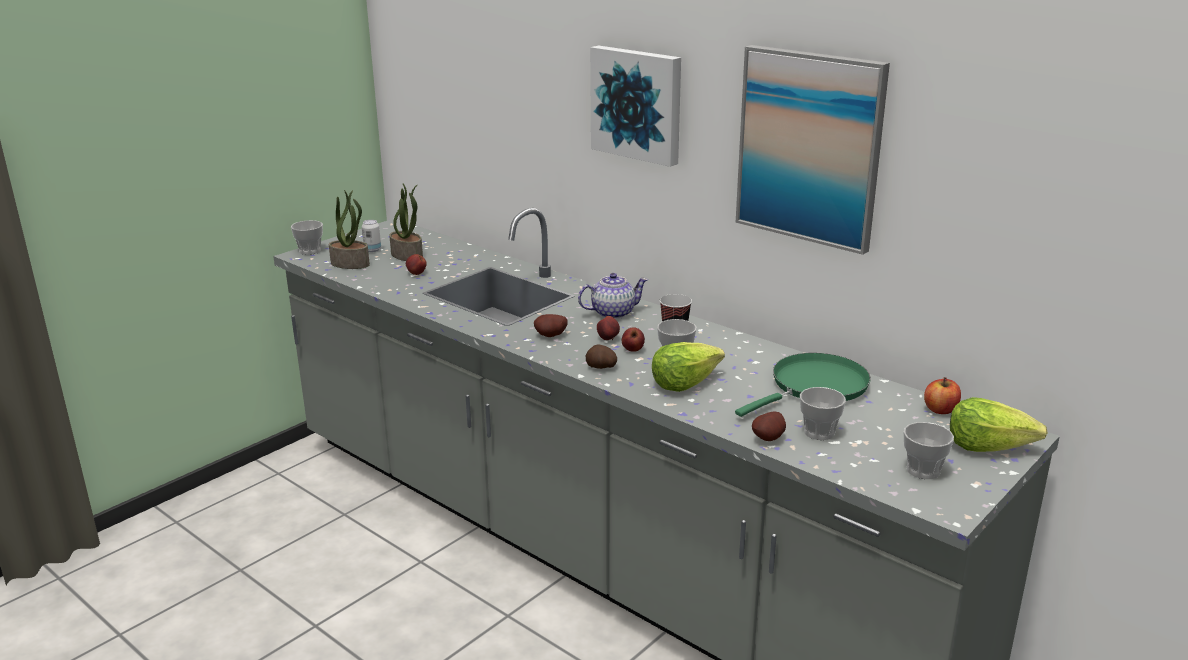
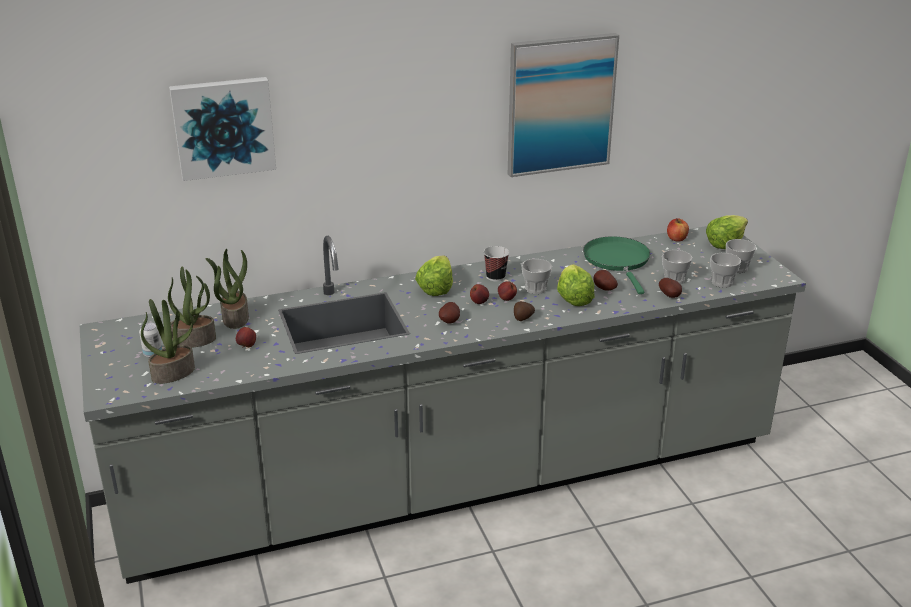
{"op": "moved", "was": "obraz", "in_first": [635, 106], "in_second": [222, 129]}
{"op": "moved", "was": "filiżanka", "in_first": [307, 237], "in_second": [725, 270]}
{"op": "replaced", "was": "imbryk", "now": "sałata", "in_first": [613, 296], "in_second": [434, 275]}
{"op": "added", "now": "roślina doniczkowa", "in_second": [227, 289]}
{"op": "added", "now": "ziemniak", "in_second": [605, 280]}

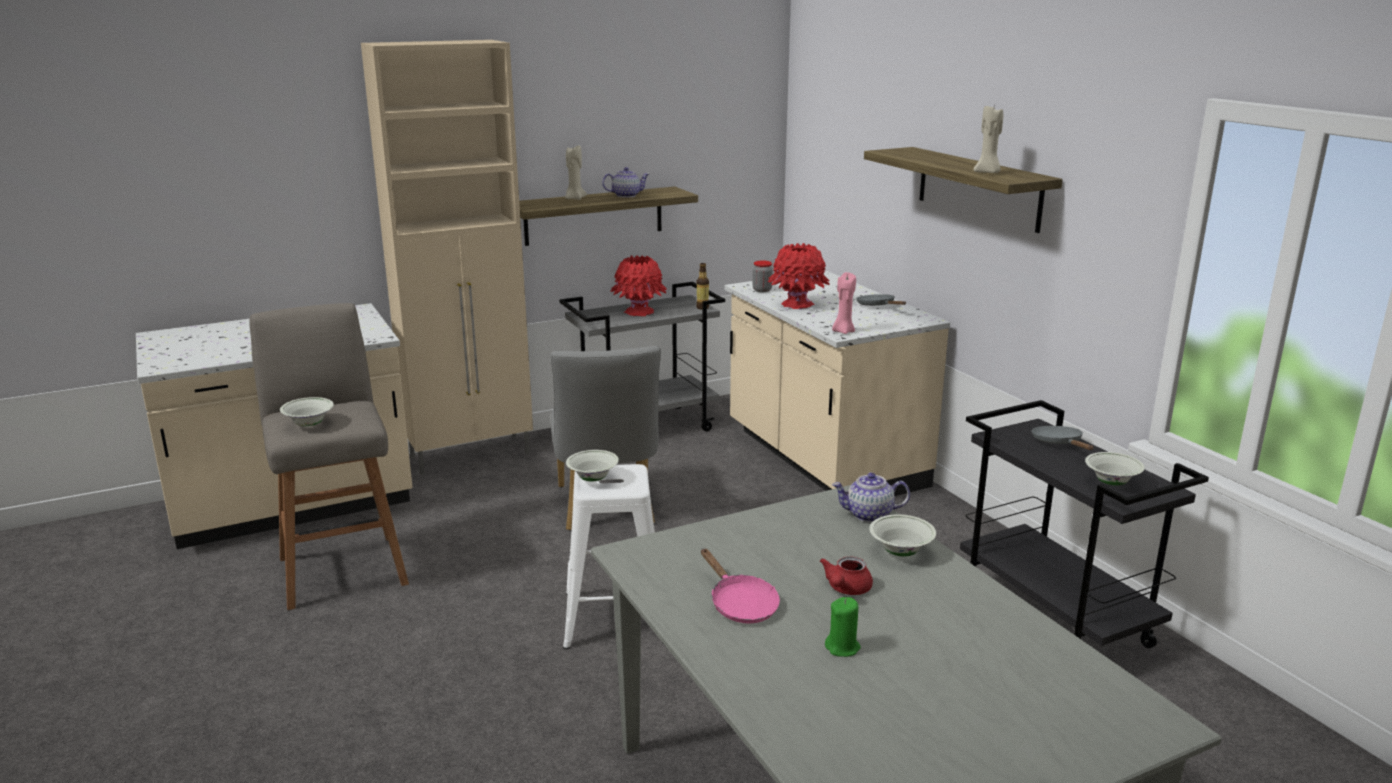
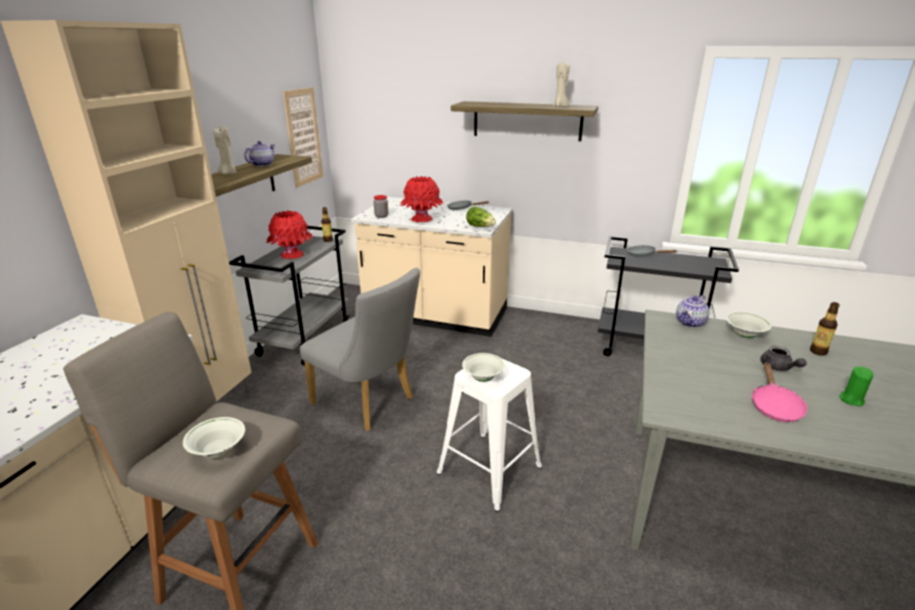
{"op": "replaced", "was": "świeca [różowy]", "now": "sałata", "in_first": [844, 303], "in_second": [481, 216]}
{"op": "removed", "was": "miska [biały]", "in_first": [1115, 469]}
{"op": "turned", "was": "patelnia [różowy]", "in_first": [740, 586], "in_second": [779, 392], "clockwise": 90}
{"op": "recoloured", "was": "imbryk [czerwony]", "now": "imbryk [szary]", "in_first": [846, 575], "in_second": [784, 358]}
{"op": "added", "now": "obraz", "in_second": [303, 137]}
{"op": "added", "now": "butelka", "in_second": [825, 329]}

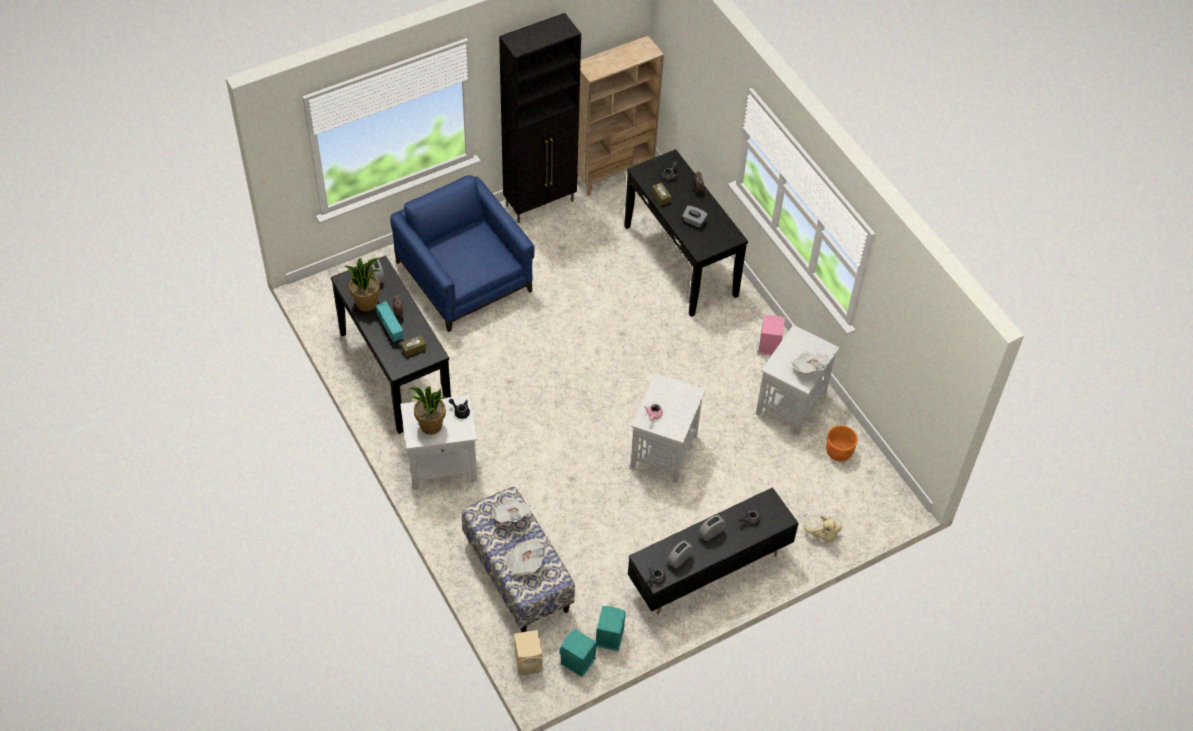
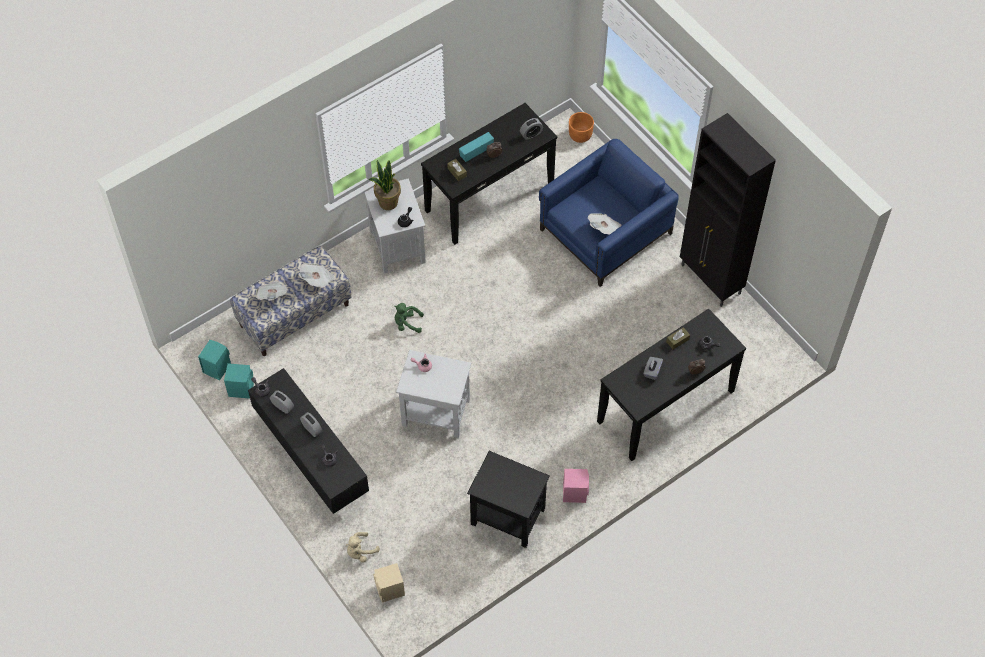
{"op": "removed", "was": "regał [beżowy]", "in_first": [620, 115]}
{"op": "removed", "was": "roślina doniczkowa", "in_first": [363, 284]}
{"op": "recoloured", "was": "stolik [biały]", "now": "stolik [czarny]", "in_first": [798, 380], "in_second": [508, 499]}
{"op": "moved", "was": "gazeta", "in_first": [811, 362], "in_second": [605, 224]}
{"op": "moved", "was": "donica [pomarańczowy]", "in_first": [842, 443], "in_second": [581, 127]}
{"op": "moved", "was": "głośnik [beżowy]", "in_first": [528, 652], "in_second": [389, 583]}
{"op": "added", "now": "pluszak [zielony]", "in_second": [409, 318]}

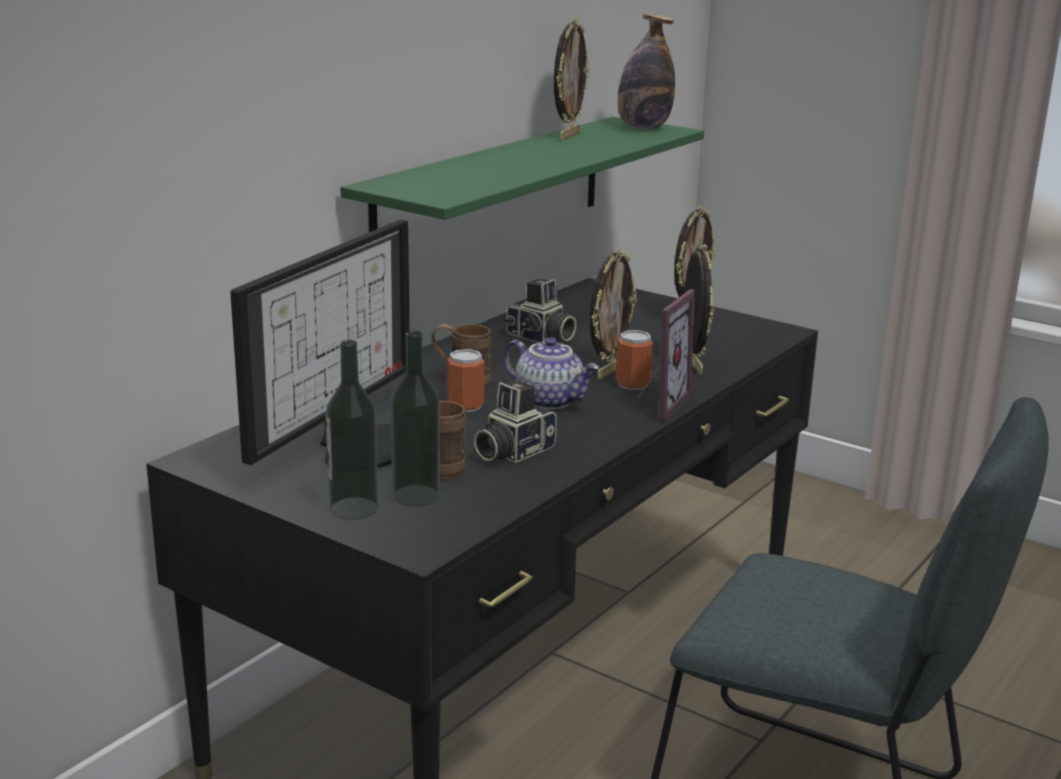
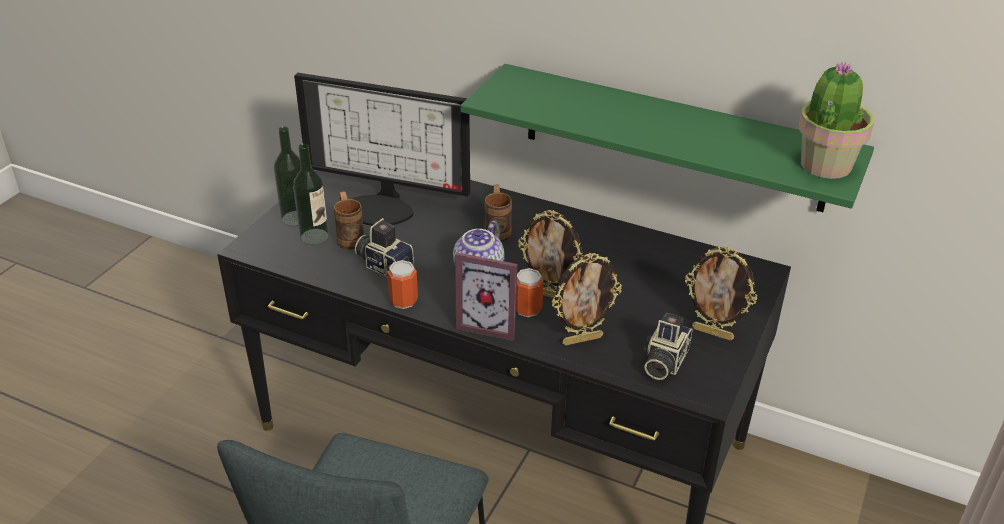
{"op": "replaced", "was": "butelka", "now": "roślina doniczkowa", "in_first": [646, 72], "in_second": [836, 120]}
{"op": "removed", "was": "ramka na zdjęcie", "in_first": [571, 79]}
{"op": "moved", "was": "aparat fotograficzny", "in_first": [540, 310], "in_second": [668, 346]}
{"op": "moved", "was": "puszka", "in_first": [466, 380], "in_second": [402, 284]}

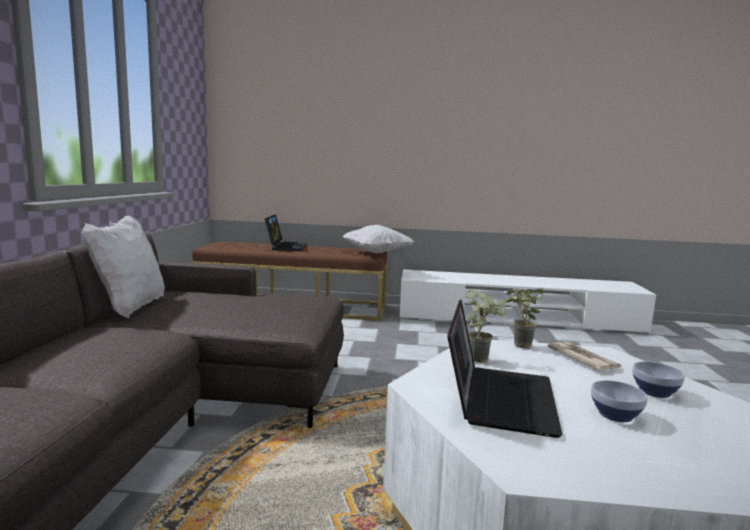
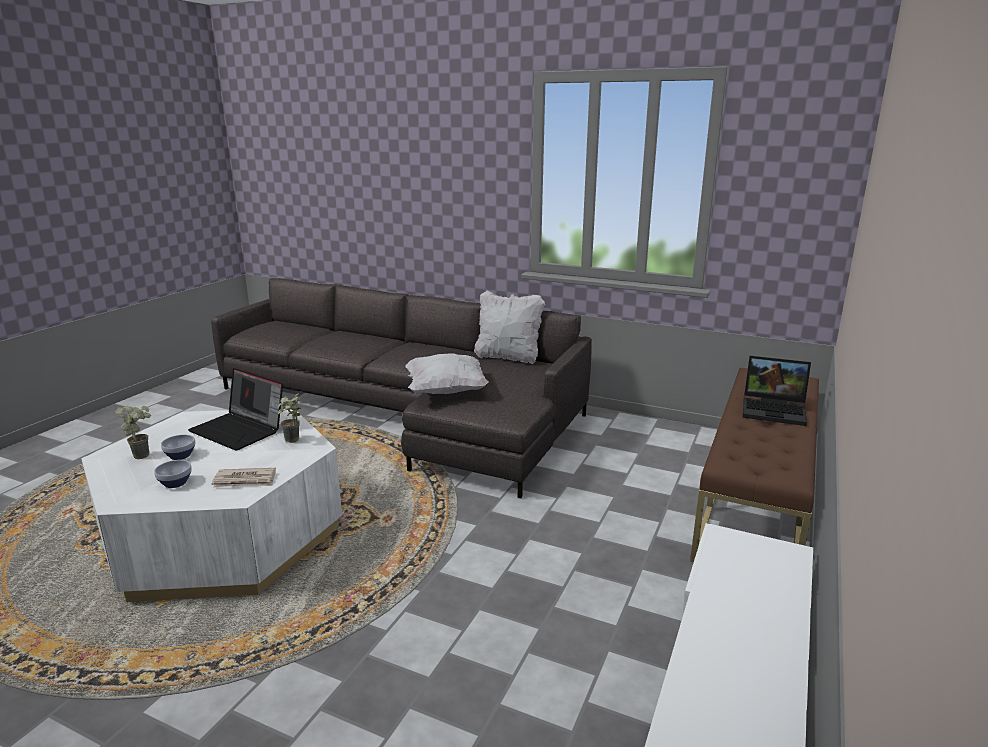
{"op": "moved", "was": "poduszka [biały]", "in_first": [378, 239], "in_second": [447, 373]}
{"op": "moved", "was": "roślina doniczkowa", "in_first": [524, 318], "in_second": [133, 432]}

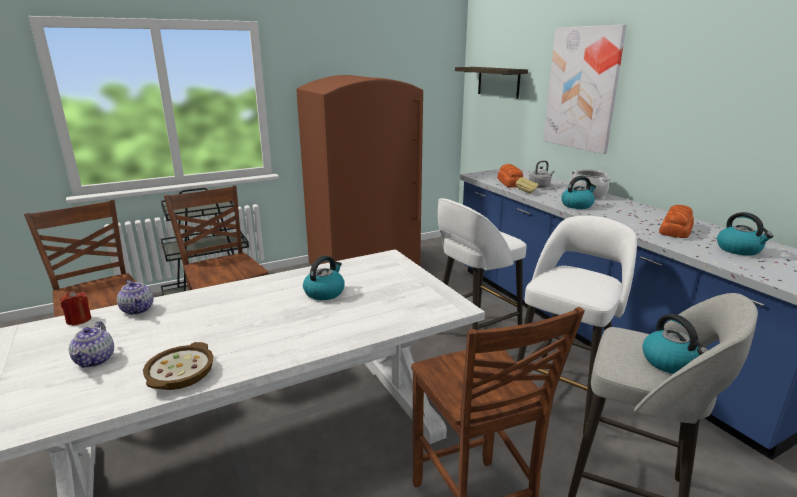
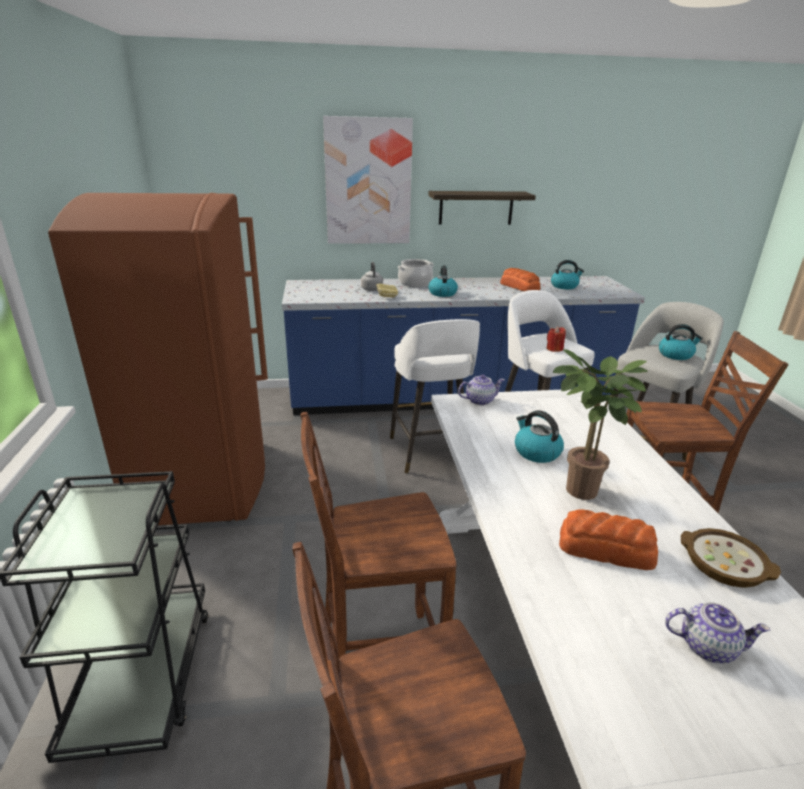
{"op": "moved", "was": "półka", "in_first": [491, 83], "in_second": [482, 208]}
{"op": "moved", "was": "chleb", "in_first": [510, 176], "in_second": [608, 539]}
{"op": "moved", "was": "imbryk", "in_first": [135, 297], "in_second": [481, 390]}
{"op": "moved", "was": "świeca [czerwony]", "in_first": [76, 308], "in_second": [556, 339]}
{"op": "added", "now": "roślina doniczkowa", "in_second": [600, 424]}

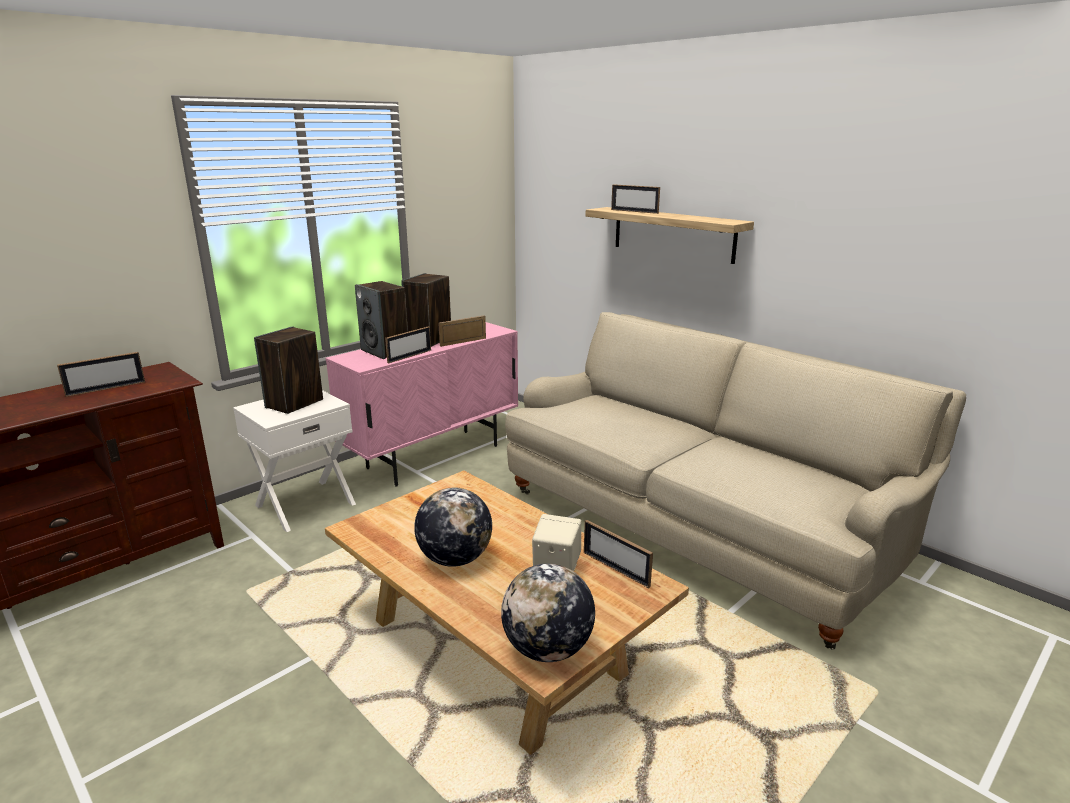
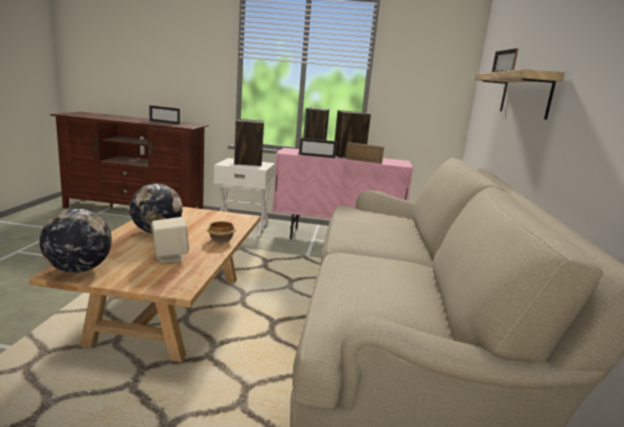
{"op": "removed", "was": "ramka na zdjęcie", "in_first": [618, 554]}
{"op": "added", "now": "miska", "in_second": [221, 232]}

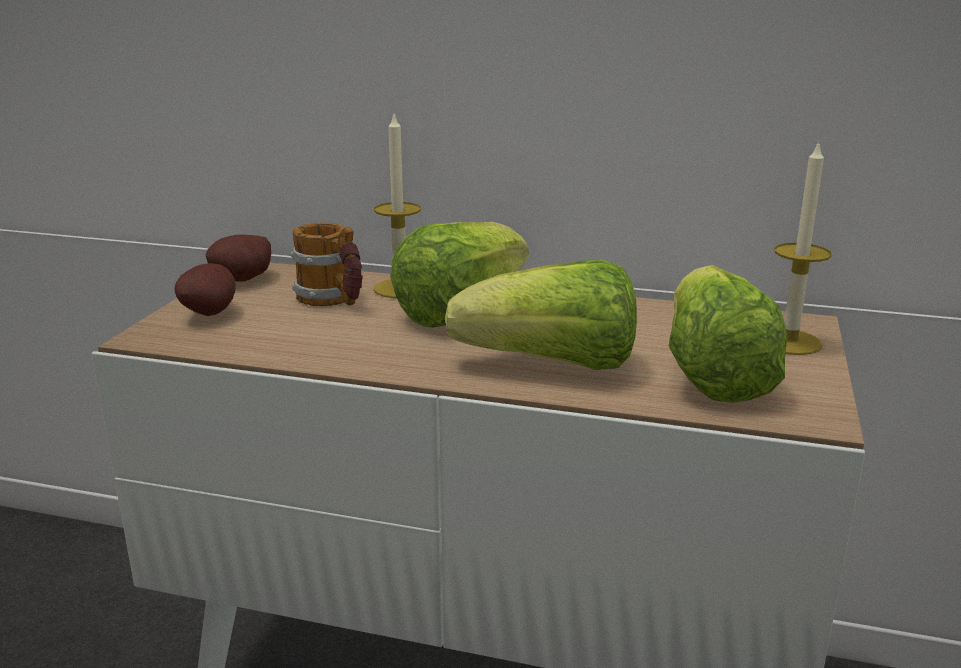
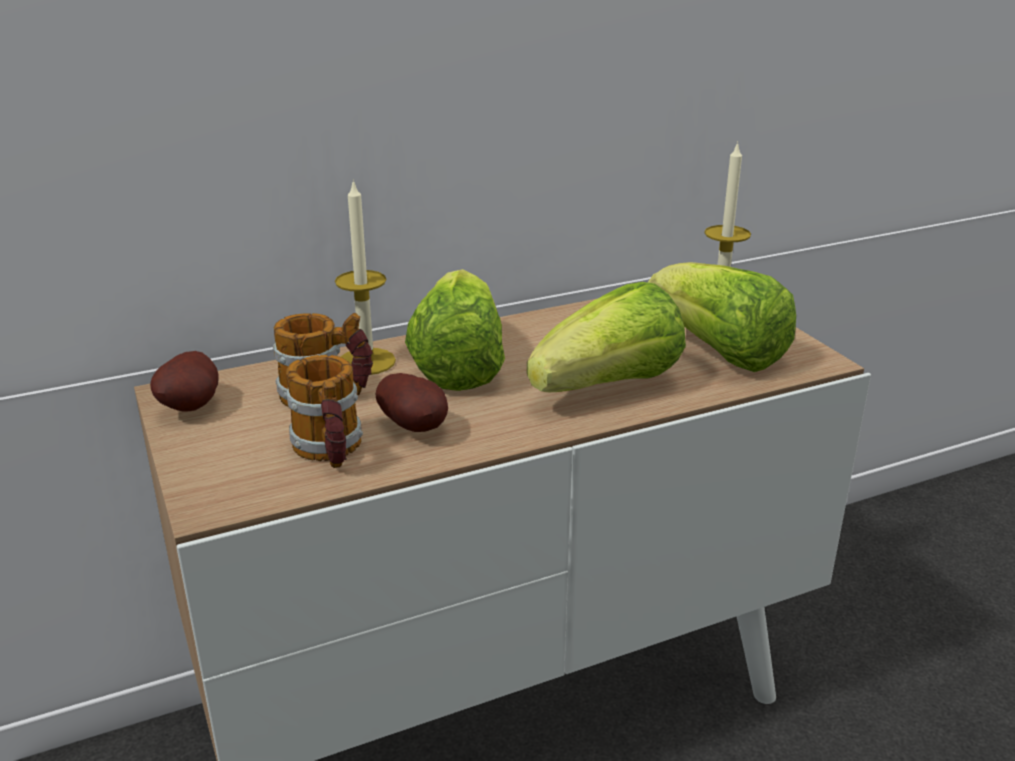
{"op": "moved", "was": "ziemniak", "in_first": [205, 289], "in_second": [412, 402]}
{"op": "added", "now": "kubek", "in_second": [324, 411]}

